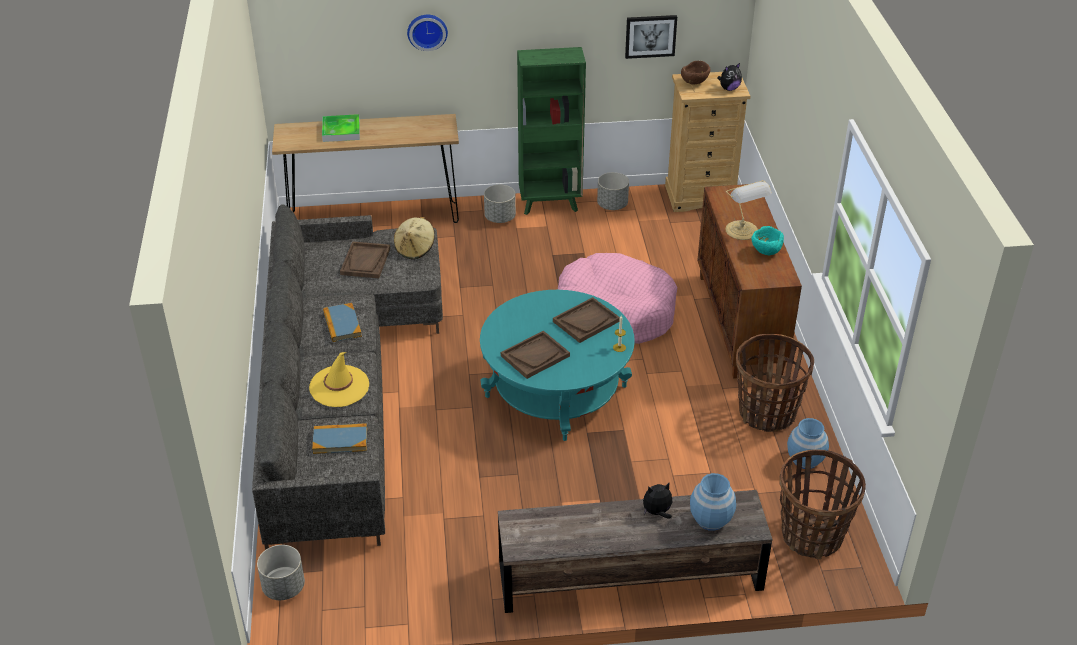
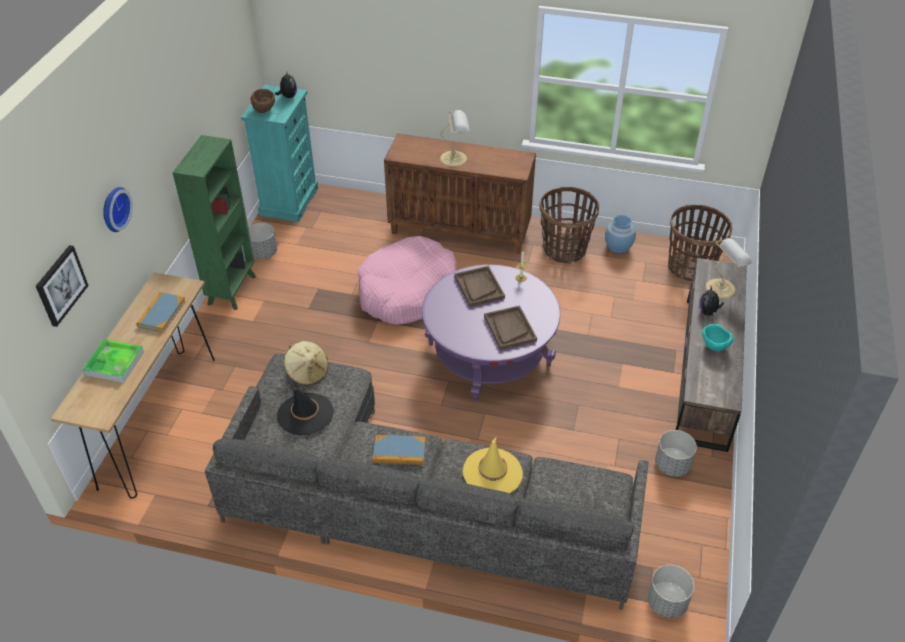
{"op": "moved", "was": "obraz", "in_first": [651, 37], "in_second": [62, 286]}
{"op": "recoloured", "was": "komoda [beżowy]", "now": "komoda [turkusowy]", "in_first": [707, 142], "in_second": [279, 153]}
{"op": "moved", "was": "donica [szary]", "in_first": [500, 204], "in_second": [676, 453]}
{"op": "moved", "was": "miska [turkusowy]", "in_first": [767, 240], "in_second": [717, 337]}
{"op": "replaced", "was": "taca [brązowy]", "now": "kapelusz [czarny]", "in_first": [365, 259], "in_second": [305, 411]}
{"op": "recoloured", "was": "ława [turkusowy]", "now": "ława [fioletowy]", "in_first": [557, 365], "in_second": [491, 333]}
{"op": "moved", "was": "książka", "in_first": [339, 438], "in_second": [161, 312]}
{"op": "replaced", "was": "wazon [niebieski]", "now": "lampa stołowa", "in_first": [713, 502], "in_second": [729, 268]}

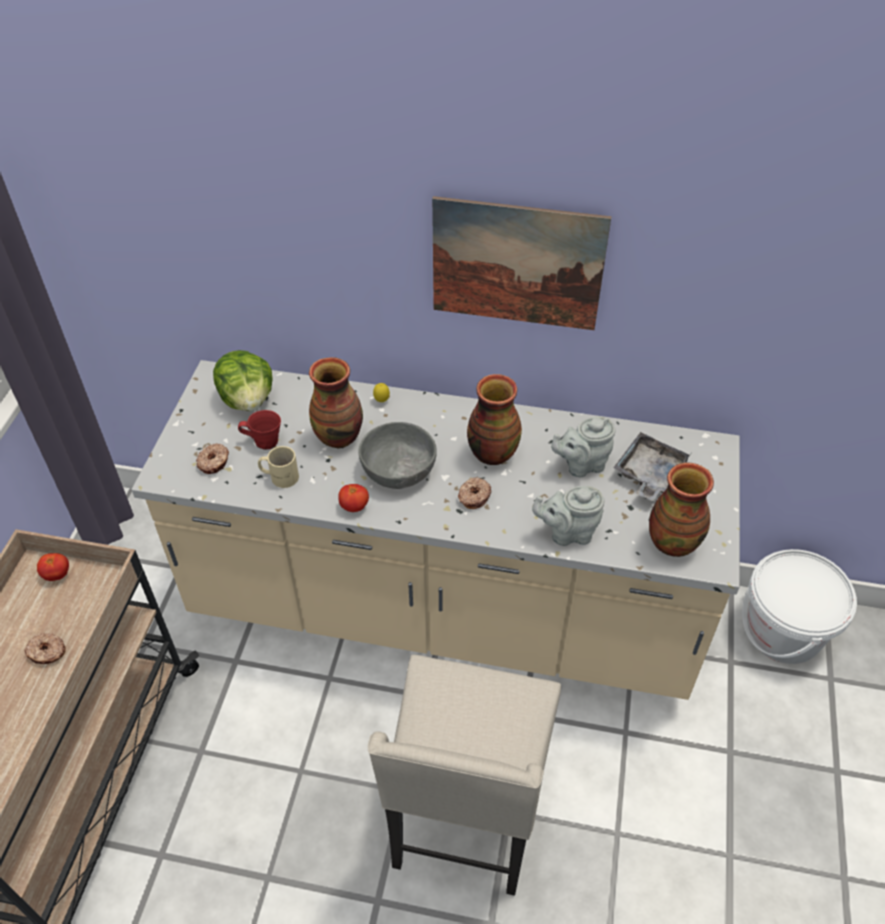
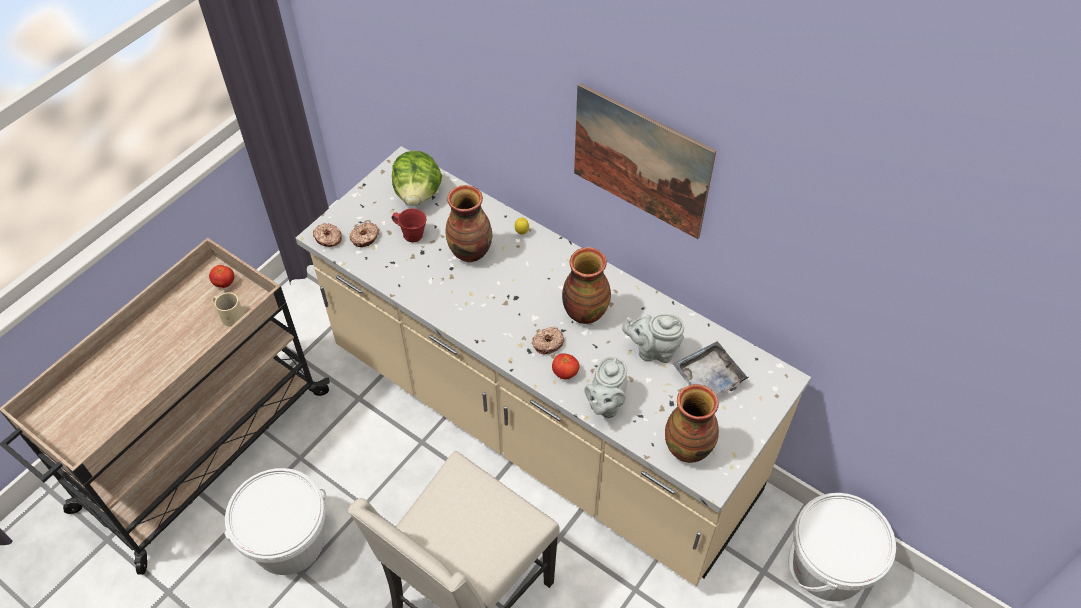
{"op": "removed", "was": "miska [szary]", "in_first": [397, 455]}
{"op": "moved", "was": "kubek [beżowy]", "in_first": [278, 467], "in_second": [228, 309]}
{"op": "moved", "was": "pomidor", "in_first": [353, 498], "in_second": [565, 366]}
{"op": "turned", "was": "imbryk [szary]", "in_first": [568, 516], "in_second": [605, 387], "clockwise": -90}
{"op": "moved", "was": "donut", "in_first": [45, 648], "in_second": [327, 235]}
{"op": "added", "now": "wiadro [biały]", "in_second": [275, 521]}

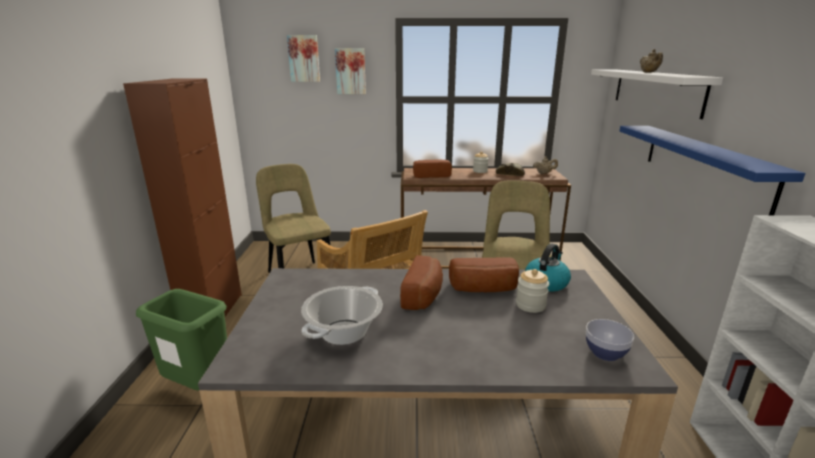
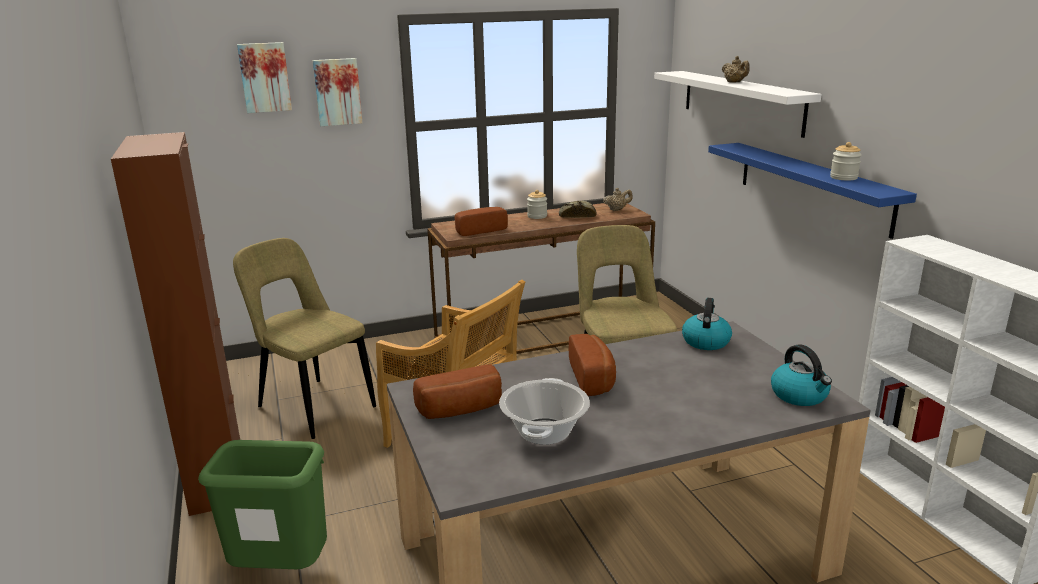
{"op": "moved", "was": "chleb", "in_first": [484, 274], "in_second": [457, 391]}
{"op": "moved", "was": "słoik", "in_first": [532, 291], "in_second": [846, 161]}
{"op": "replaced", "was": "miska", "now": "czajnik", "in_first": [610, 340], "in_second": [801, 375]}

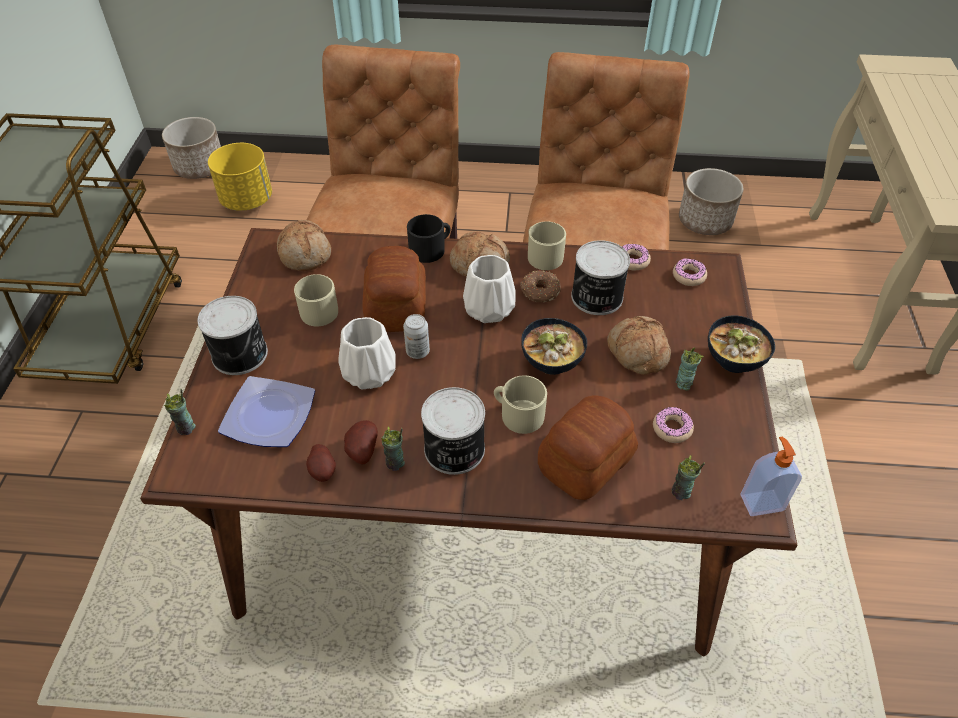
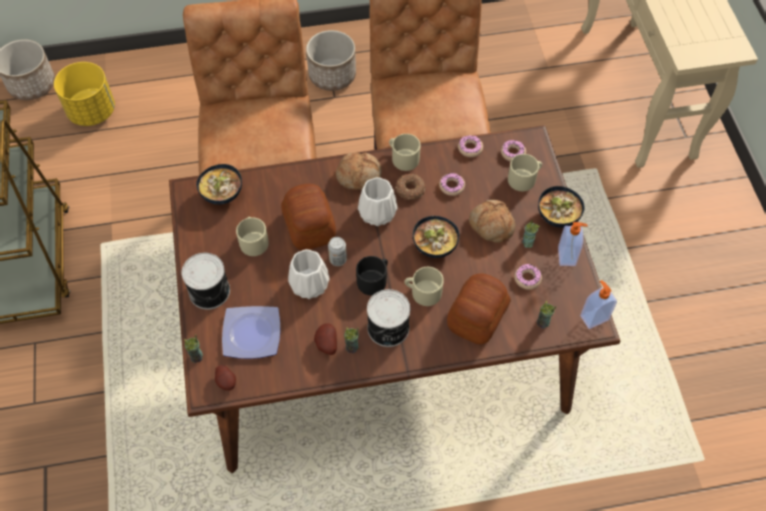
{"op": "moved", "was": "donica", "in_first": [711, 201], "in_second": [331, 60]}
{"op": "moved", "was": "kubek [czarny]", "in_first": [429, 238], "in_second": [372, 275]}
{"op": "replaced", "was": "chleb", "now": "miska", "in_first": [304, 245], "in_second": [219, 184]}
{"op": "replaced", "was": "puszka", "now": "donut", "in_first": [600, 277], "in_second": [452, 184]}
{"op": "moved", "was": "ziemniak", "in_first": [321, 463], "in_second": [225, 378]}
{"op": "added", "now": "kubek [beżowy]", "in_second": [525, 172]}
{"op": "added", "now": "dozownik mydła", "in_second": [573, 244]}

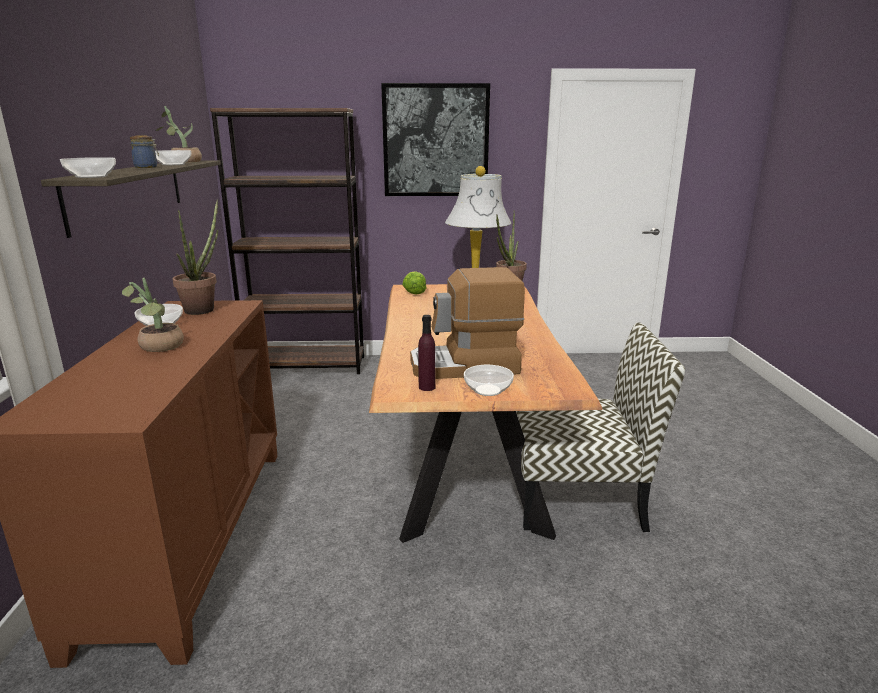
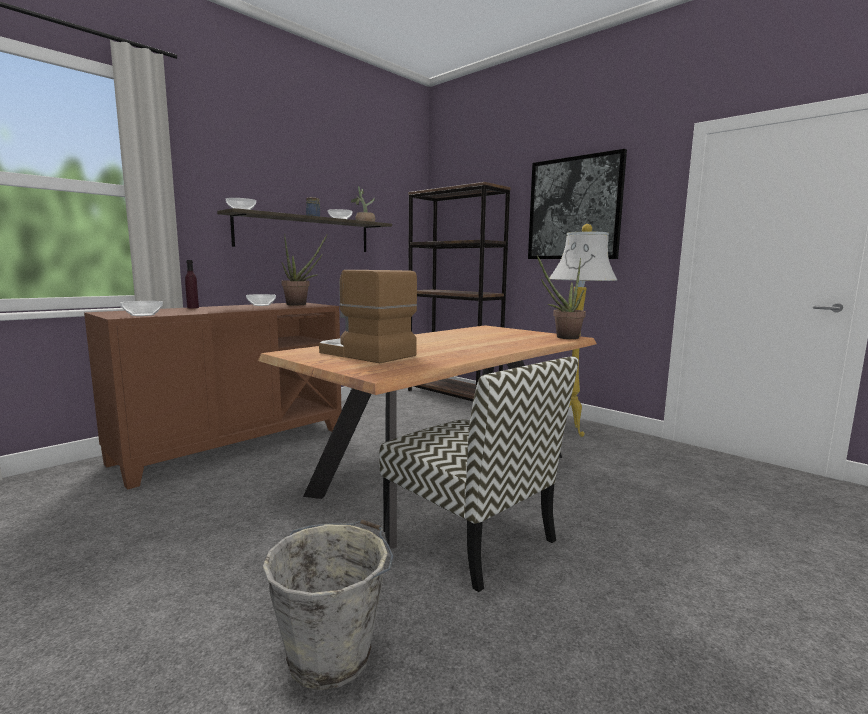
{"op": "removed", "was": "sałata", "in_first": [414, 282]}
{"op": "removed", "was": "roślina doniczkowa", "in_first": [153, 315]}
{"op": "moved", "was": "butelka [fioletowy]", "in_first": [427, 353], "in_second": [192, 284]}
{"op": "moved", "was": "miska", "in_first": [489, 380], "in_second": [142, 308]}
{"op": "added", "now": "wiadro [szary]", "in_second": [328, 604]}

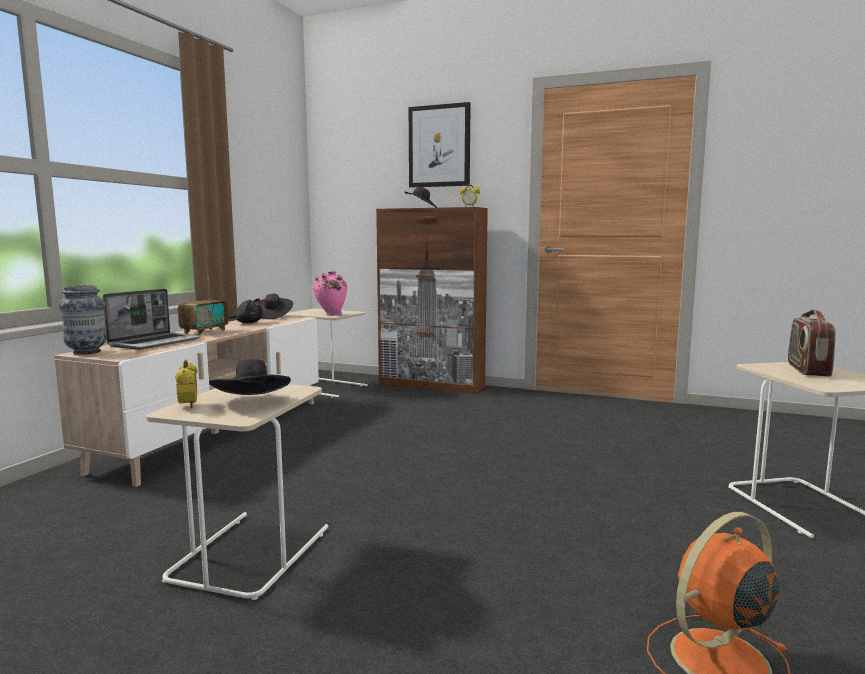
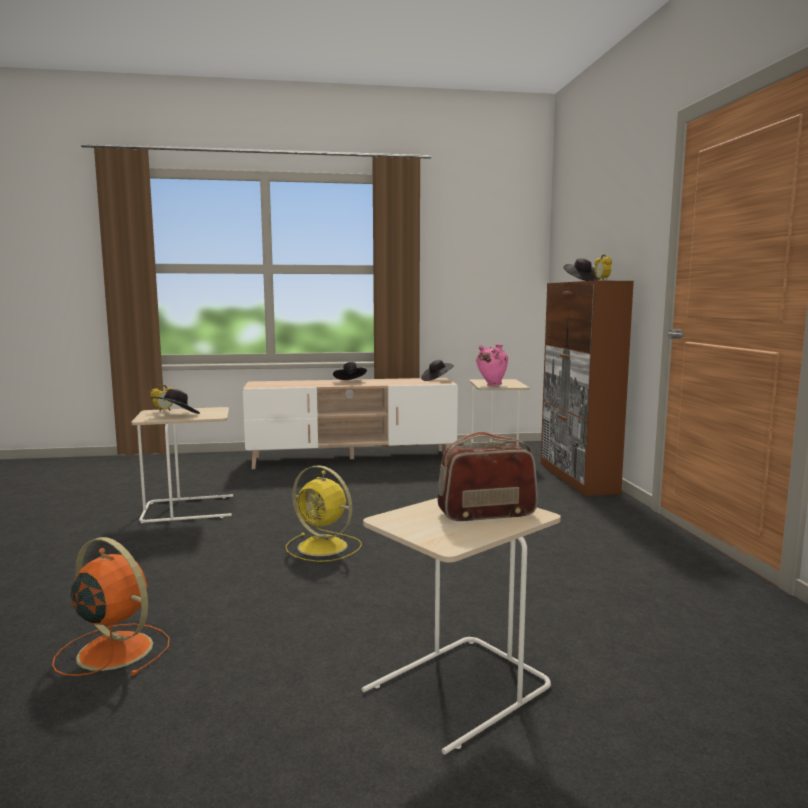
{"op": "removed", "was": "obraz", "in_first": [440, 145]}
{"op": "replaced", "was": "radio", "now": "kapelusz [czarny]", "in_first": [203, 305], "in_second": [350, 371]}
{"op": "removed", "was": "wazon", "in_first": [83, 320]}
{"op": "removed", "was": "laptop", "in_first": [152, 319]}
{"op": "removed", "was": "pluszak [czarny]", "in_first": [245, 310]}
{"op": "added", "now": "wentylator [żółty]", "in_second": [324, 513]}

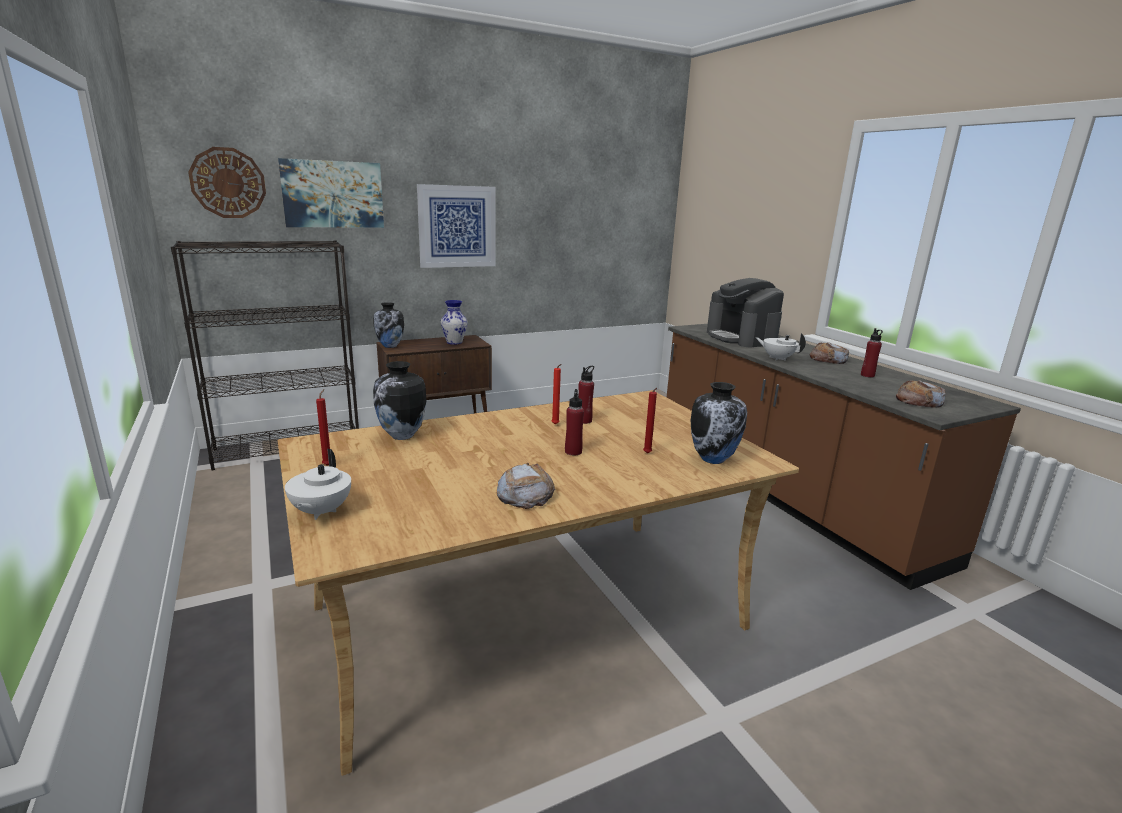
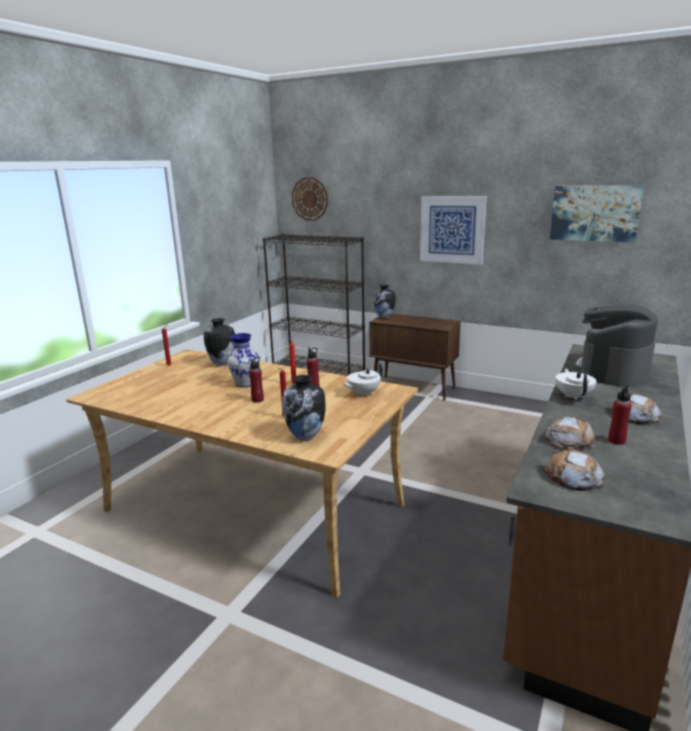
{"op": "moved", "was": "obraz", "in_first": [331, 193], "in_second": [597, 214]}
{"op": "moved", "was": "wazon", "in_first": [454, 322], "in_second": [243, 360]}
{"op": "moved", "was": "imbryk [biały]", "in_first": [318, 484], "in_second": [362, 379]}
{"op": "moved", "was": "chleb", "in_first": [526, 486], "in_second": [570, 433]}

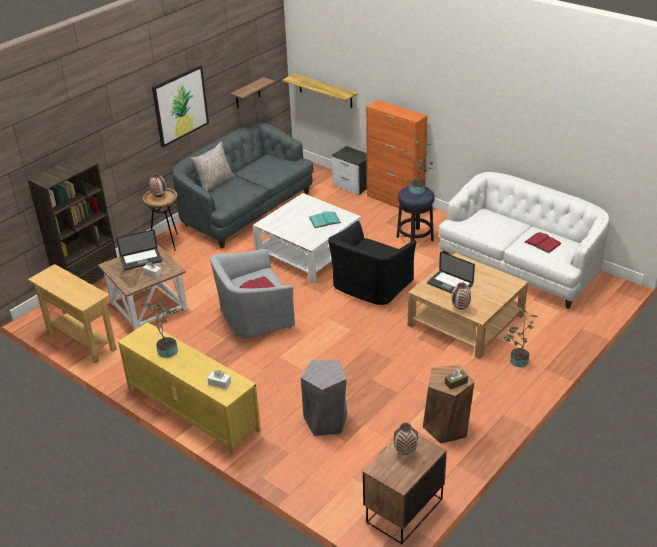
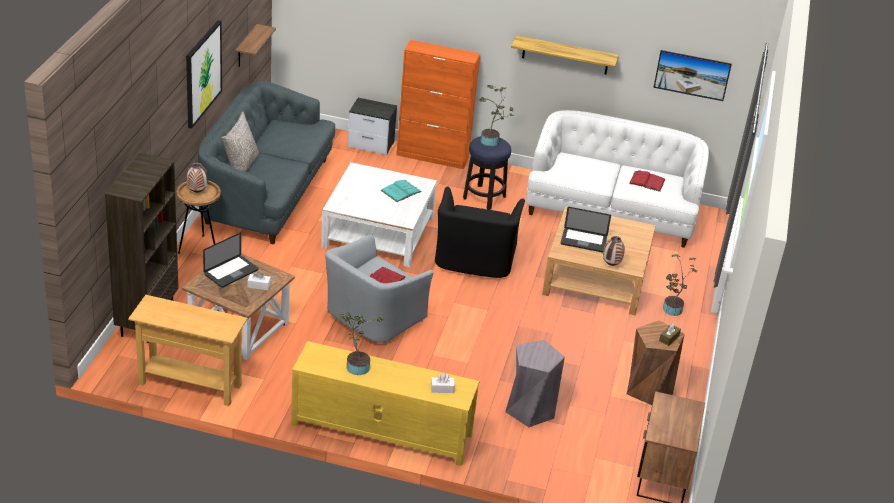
{"op": "moved", "was": "półka", "in_first": [319, 91], "in_second": [565, 54]}
{"op": "removed", "was": "wazon", "in_first": [406, 439]}
{"op": "added", "now": "obraz", "in_second": [692, 75]}

